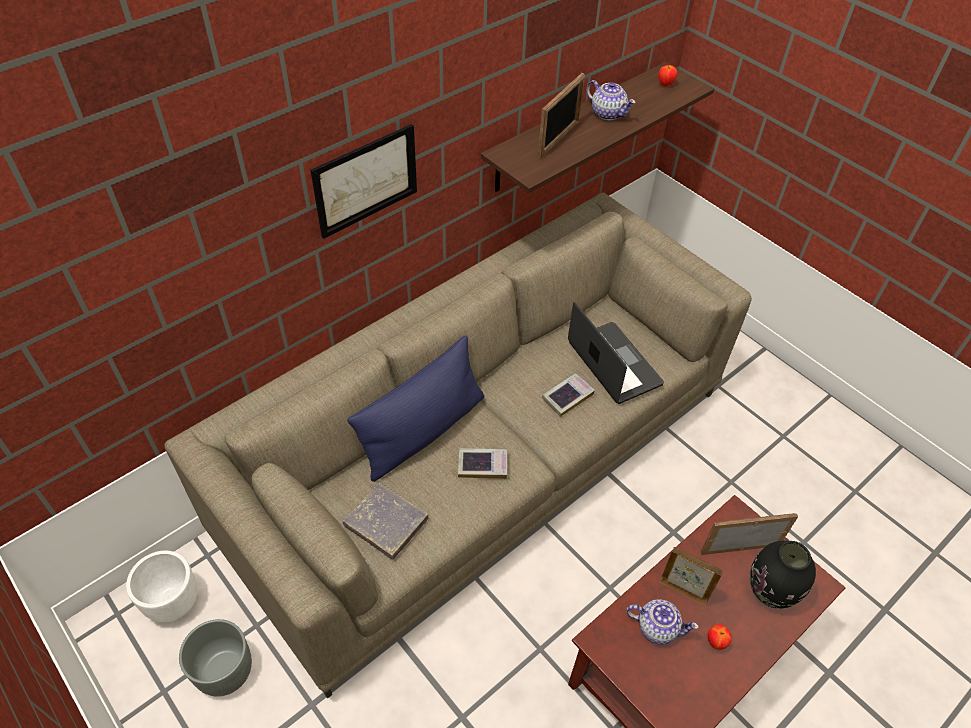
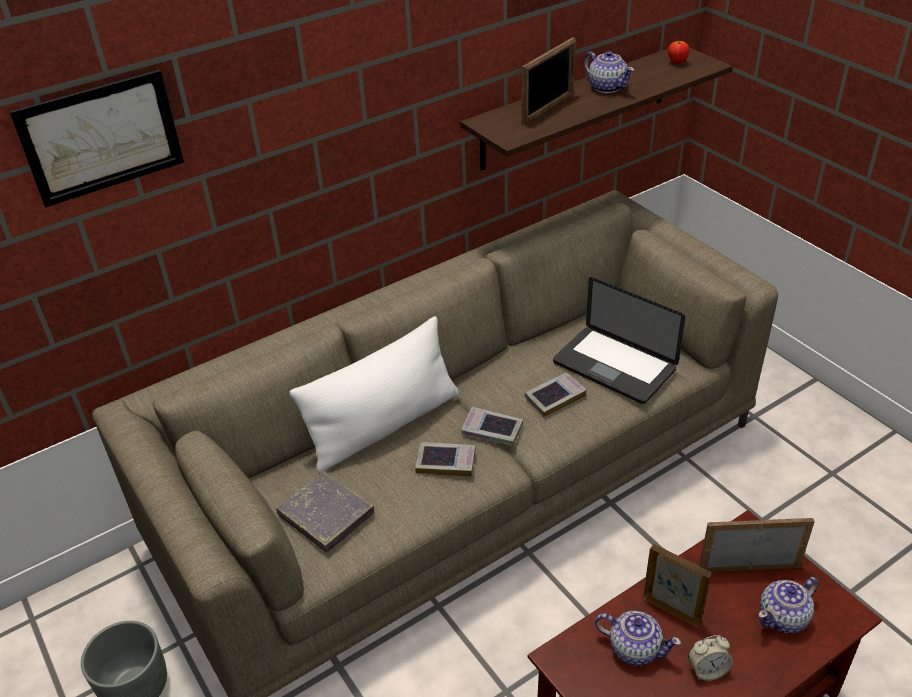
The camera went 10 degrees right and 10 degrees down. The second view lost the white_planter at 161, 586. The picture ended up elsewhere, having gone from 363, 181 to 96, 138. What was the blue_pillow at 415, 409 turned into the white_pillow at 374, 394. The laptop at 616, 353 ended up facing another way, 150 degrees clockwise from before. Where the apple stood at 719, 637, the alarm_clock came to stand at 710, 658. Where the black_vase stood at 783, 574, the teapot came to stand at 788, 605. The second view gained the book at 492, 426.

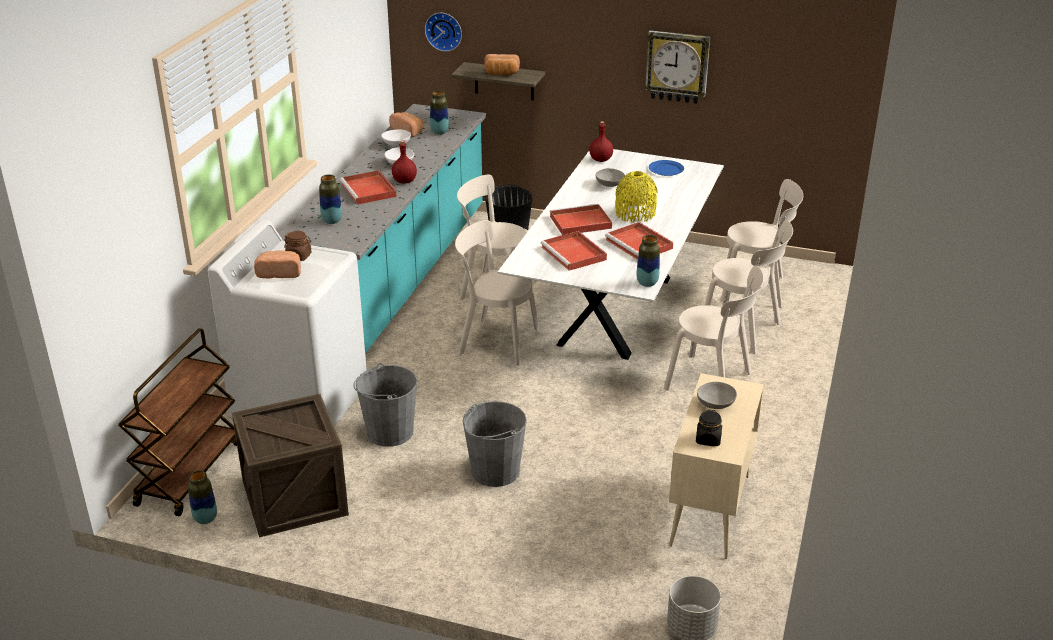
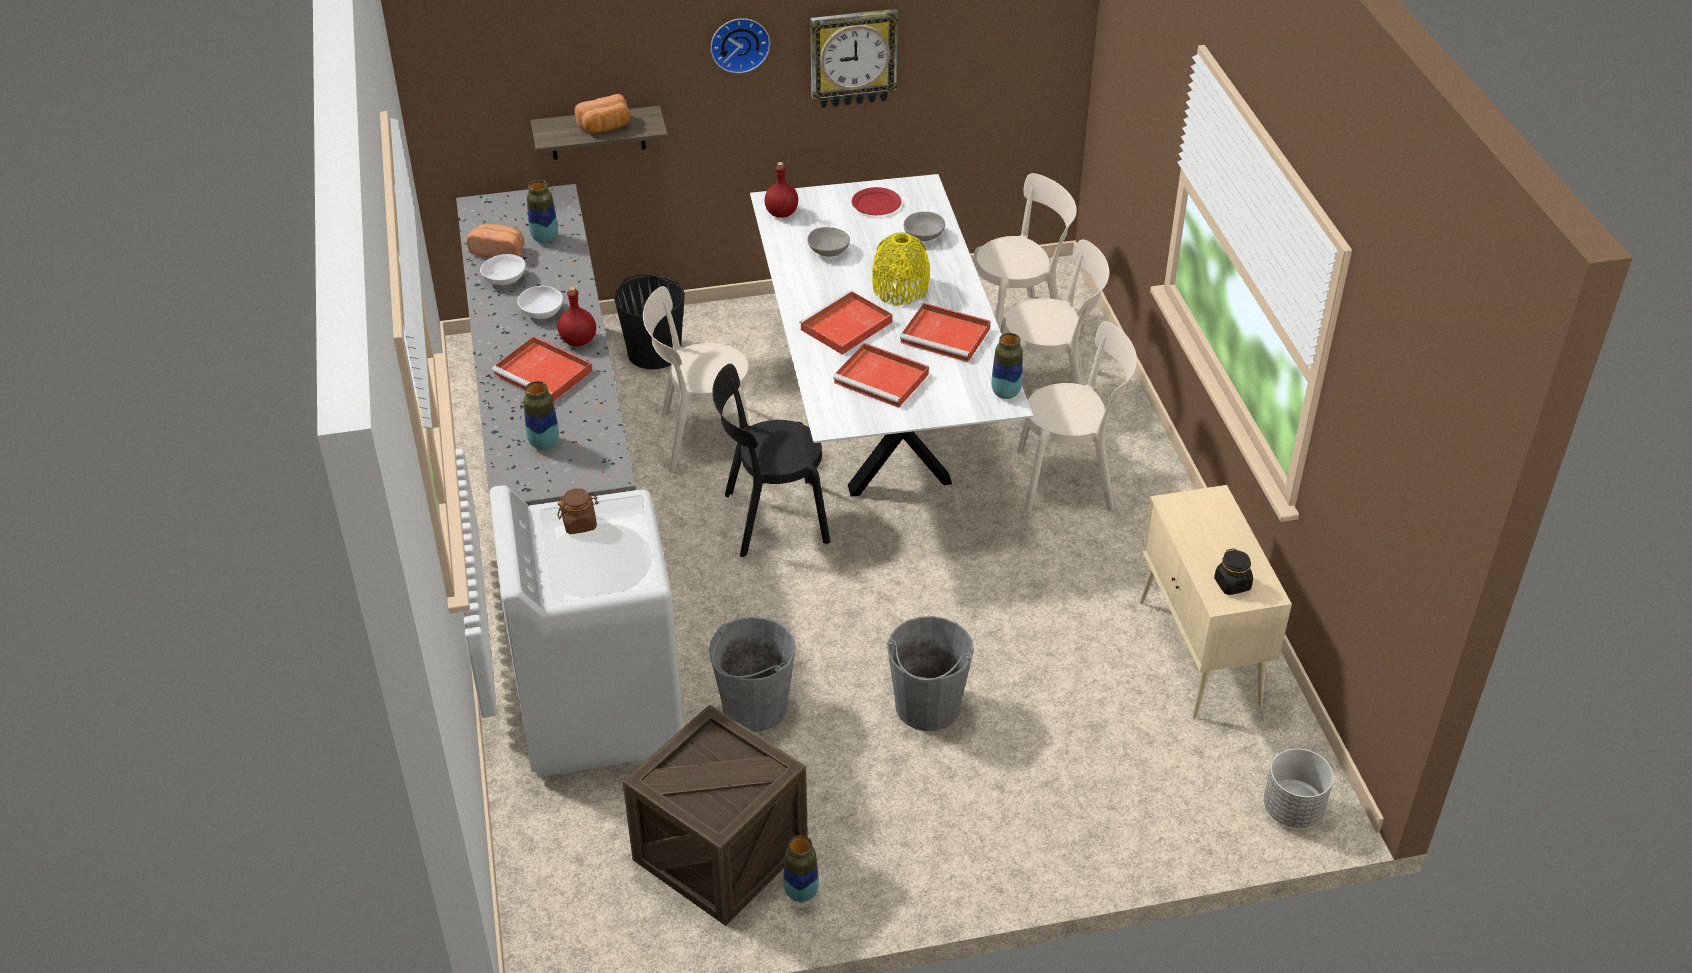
The camera went 30 degrees left and 10 degrees up. The second view lost the brown_cart at 177, 422. The vase ended up elsewhere, having gone from 202, 497 to 801, 868. The second view lost the bread at 277, 264. The wall_clock ended up elsewhere, having gone from 443, 32 to 740, 45. What was the beige_chair at 497, 292 turned into the black_chair at 771, 460. What was the blue_plate at 666, 168 turned into the red_plate at 876, 201. The grey_bowl ended up elsewhere, having gone from 717, 395 to 924, 226.

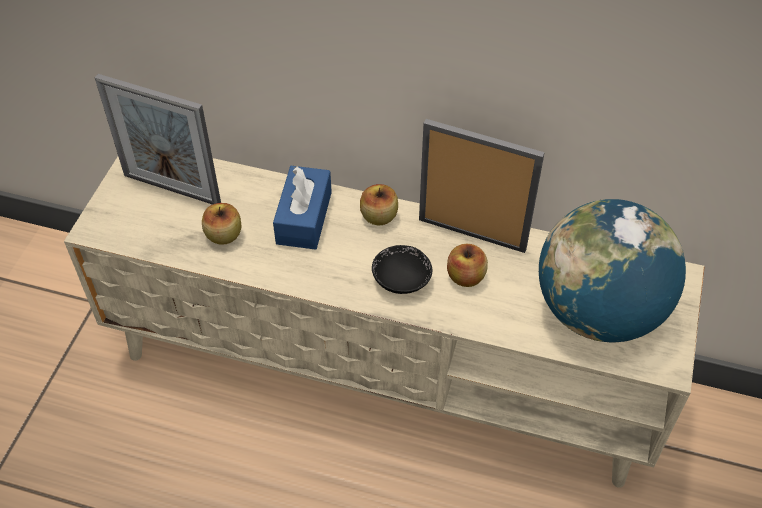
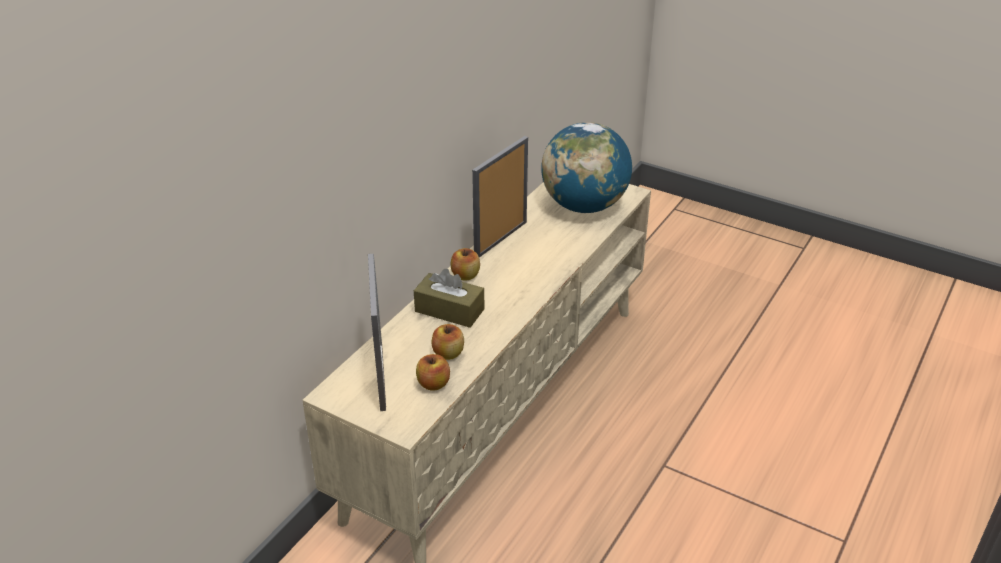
The camera went 75 degrees left and 15 degrees down. The picture_frame at 158, 139 ended up facing another way, 45 degrees counterclockwise from before. What was the blue_tissue_box at 302, 208 turned into the brown_tissue_box at 449, 298. The second view lost the black_bowl at 402, 269. The apple ended up elsewhere, having gone from 467, 265 to 433, 372.

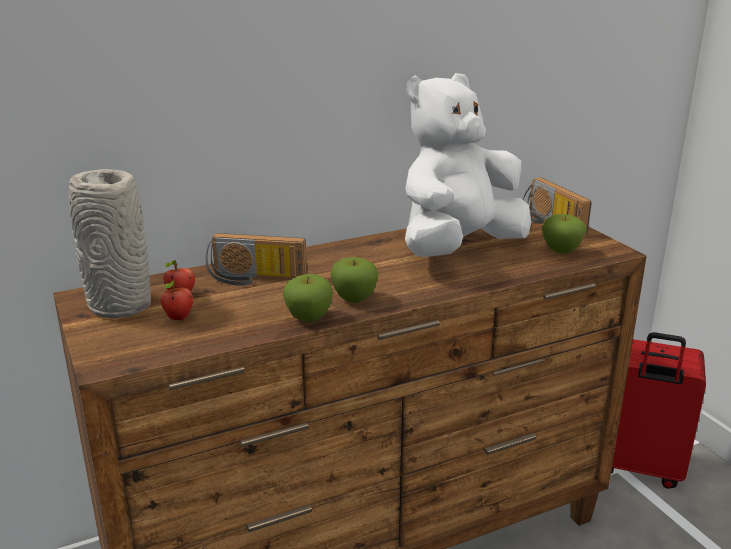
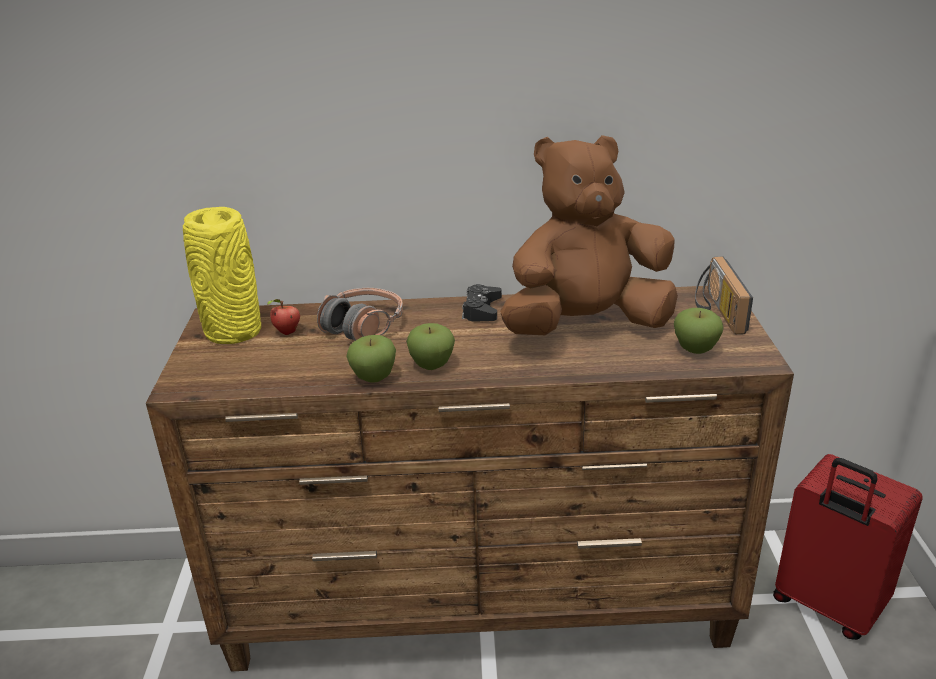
The camera went 25 degrees right and 5 degrees up. What was the grey_vase at 110, 243 turned into the yellow_vase at 222, 275. The second view lost the apple at 176, 300. Where the radio stood at 256, 259, the headphones came to stand at 360, 314. What was the white_plush_toy at 468, 165 turned into the brown_plush_toy at 589, 235. The second view gained the black_game_controller at 482, 303.

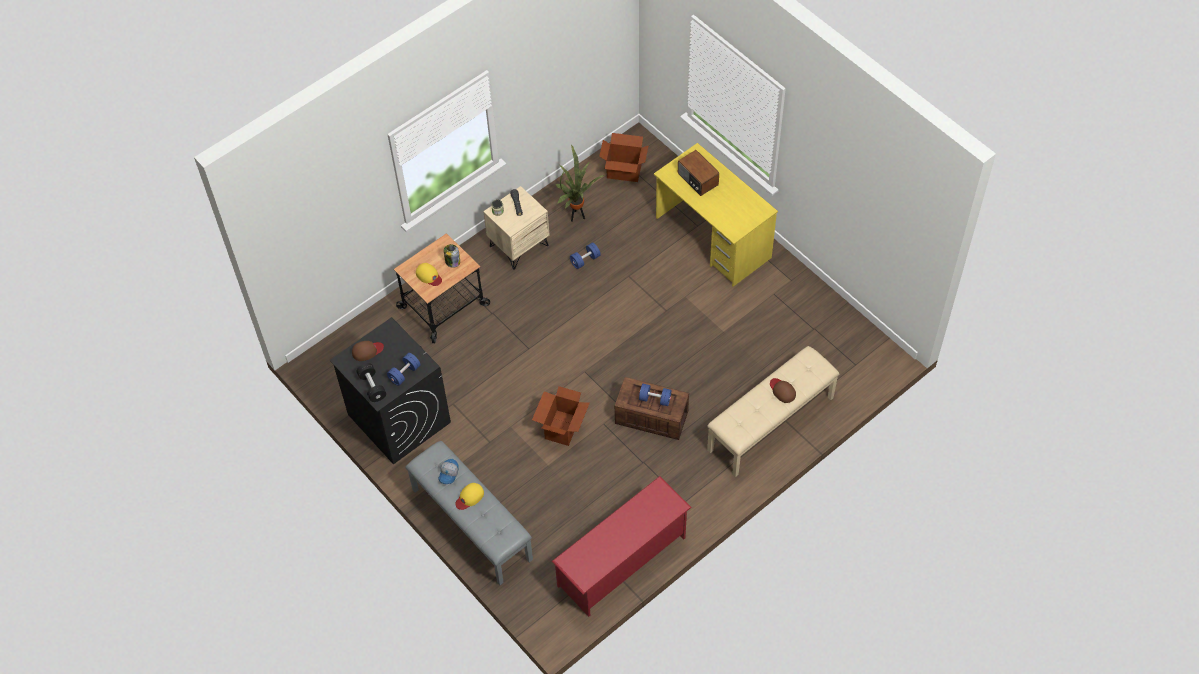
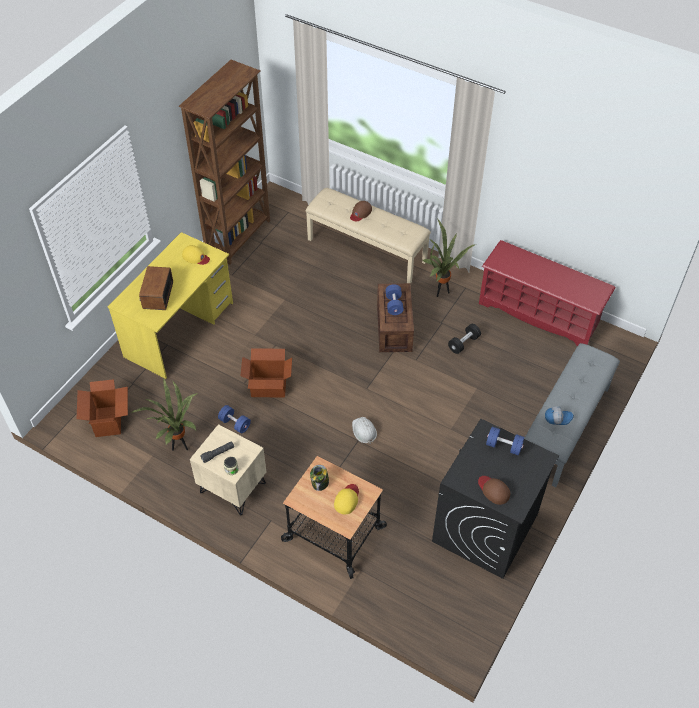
The camera went 110 degrees left and 5 degrees down. The black_dumbbell ended up elsewhere, having gone from 371, 382 to 464, 339. The yellow_cap ended up elsewhere, having gone from 469, 496 to 196, 255. The cardboard_box ended up elsewhere, having gone from 561, 416 to 266, 373. The radio at 698, 173 ended up facing another way, 150 degrees clockwise from before. The second view gained the brown_bookcase at 224, 162. The second view gained the white_hard_hat at 364, 430. The second view gained the potted_plant at 450, 257.

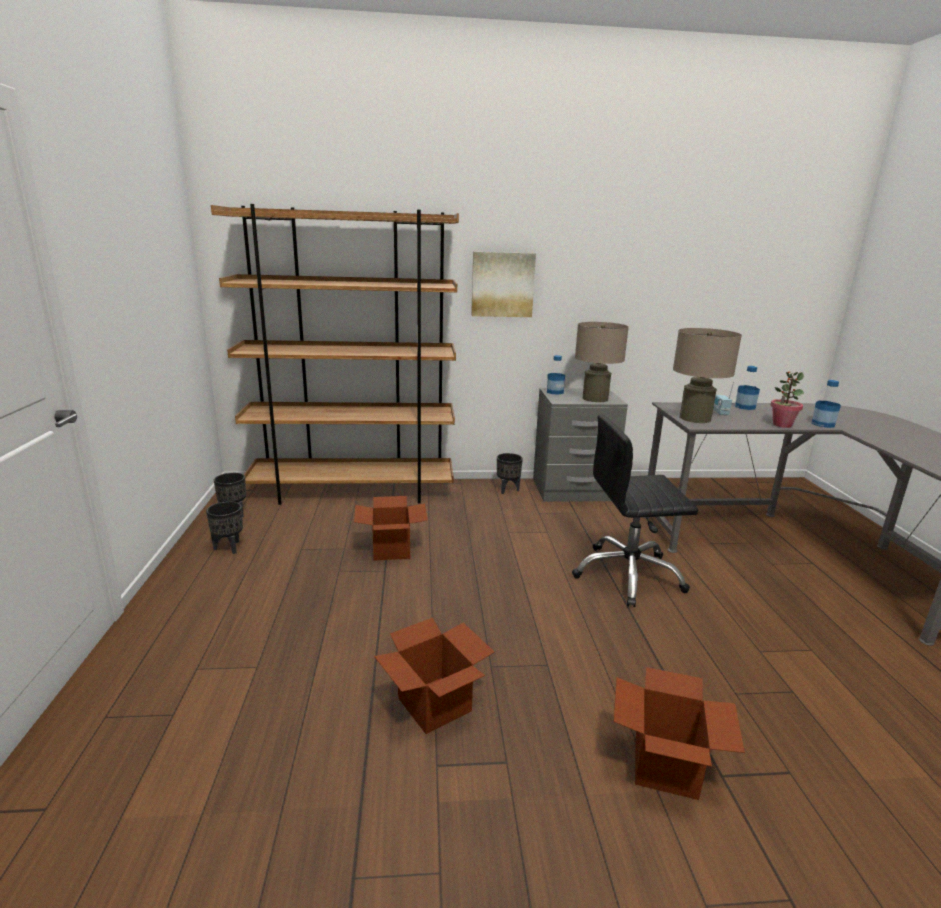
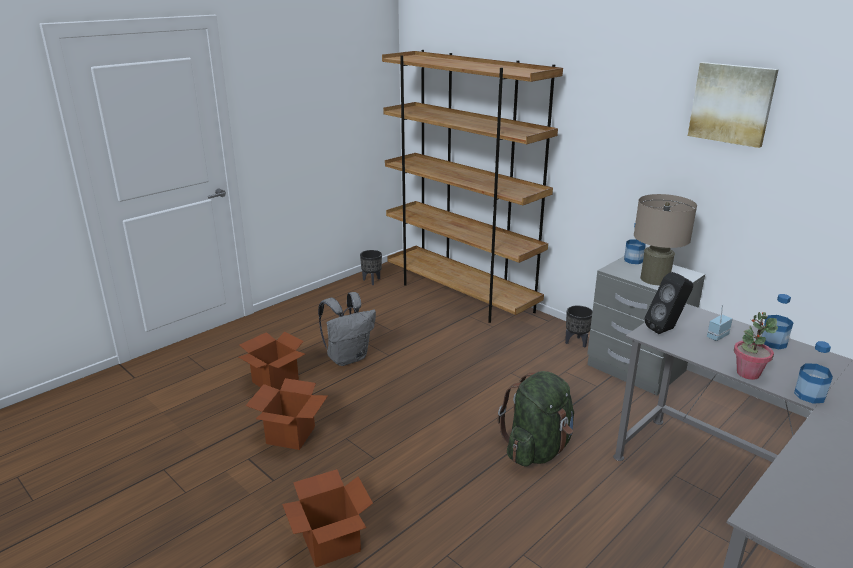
The camera went 50 degrees right and 5 degrees up. The second view lost the black_planter at 224, 527. The cardboard_box ended up elsewhere, having gone from 391, 528 to 272, 360. The picture ended up elsewhere, having gone from 503, 284 to 733, 105. Where the black_office_chair stood at 635, 510, the green_backpack came to stand at 535, 418. Where the beige_table_lamp stood at 707, 375, the black_speaker came to stand at 669, 303. The second view gained the grey_backpack at 347, 329.

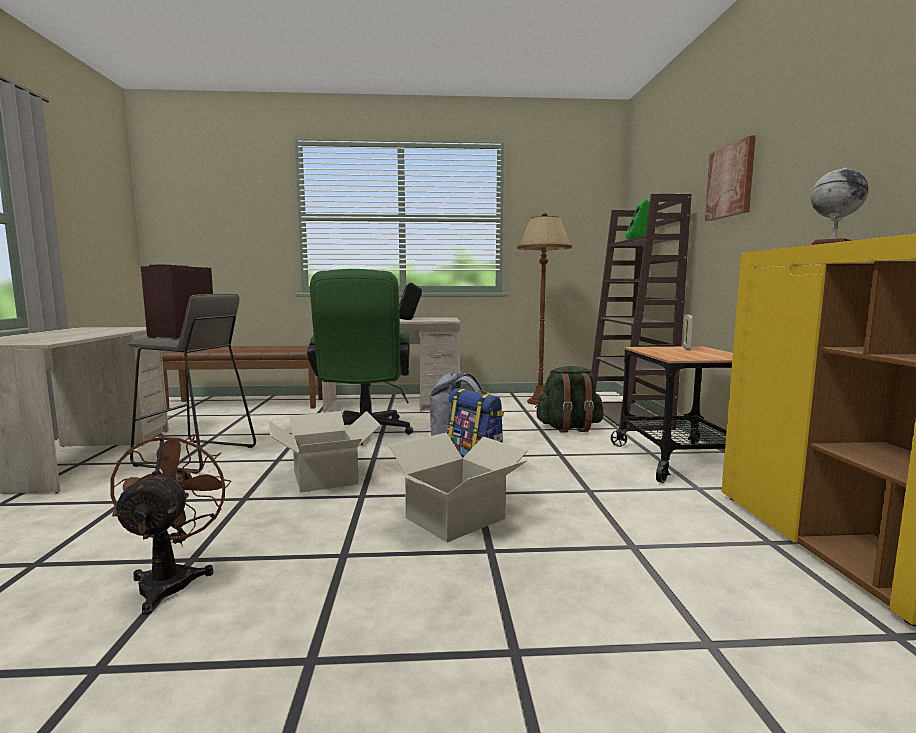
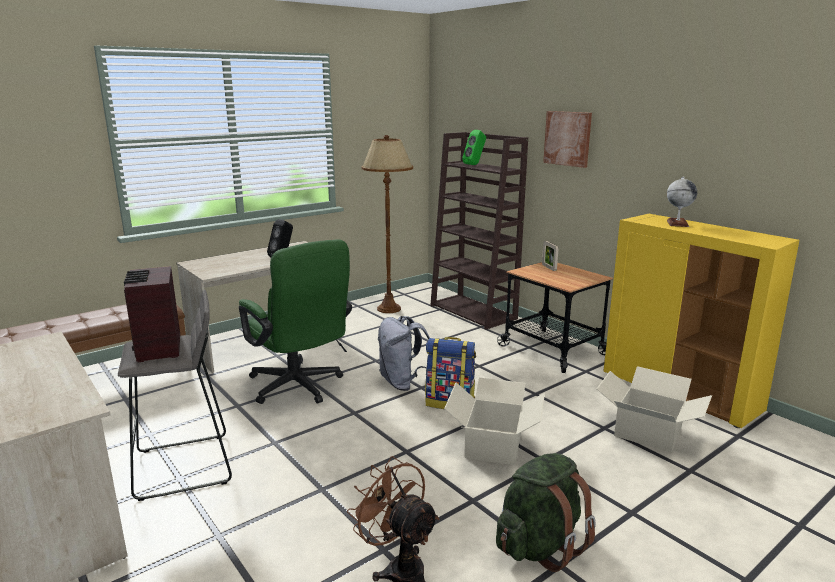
The camera went 35 degrees left and 10 degrees up. The cardboard_box ended up elsewhere, having gone from 324, 452 to 654, 409. The green_backpack ended up elsewhere, having gone from 569, 399 to 546, 512.

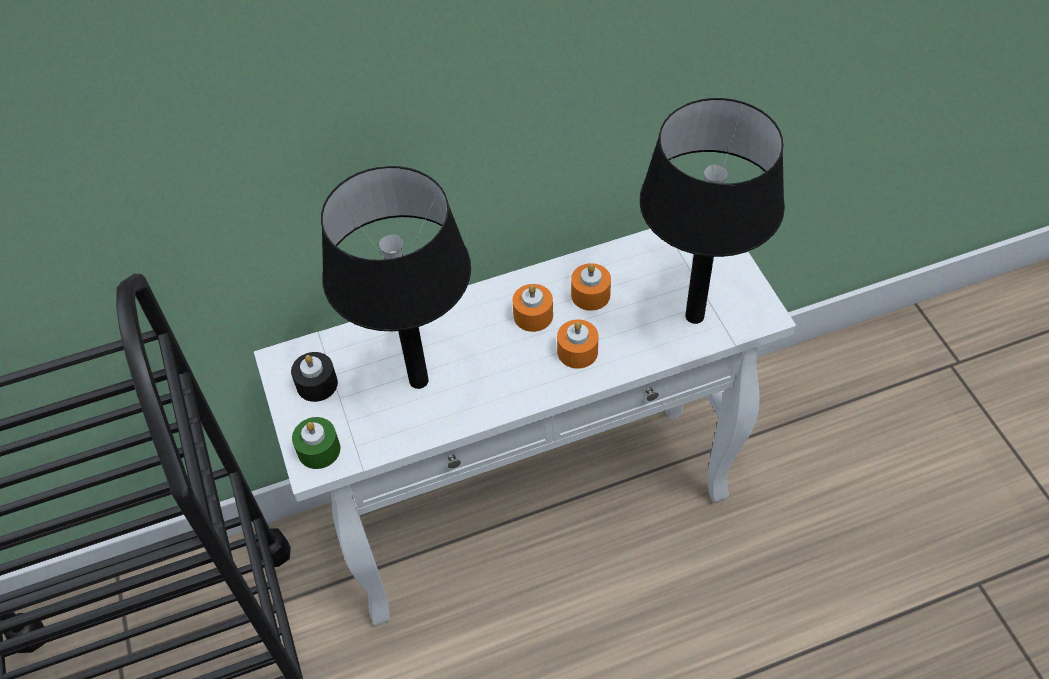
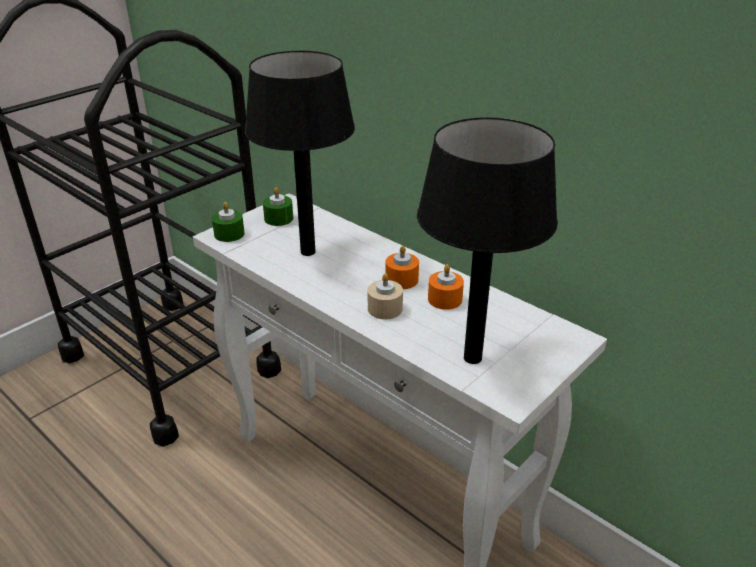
The camera went 60 degrees right and 20 degrees down. What was the black_candle at 314, 377 turned into the green_candle at 278, 206. What was the orange_candle at 578, 344 turned into the beige_candle at 385, 296.

